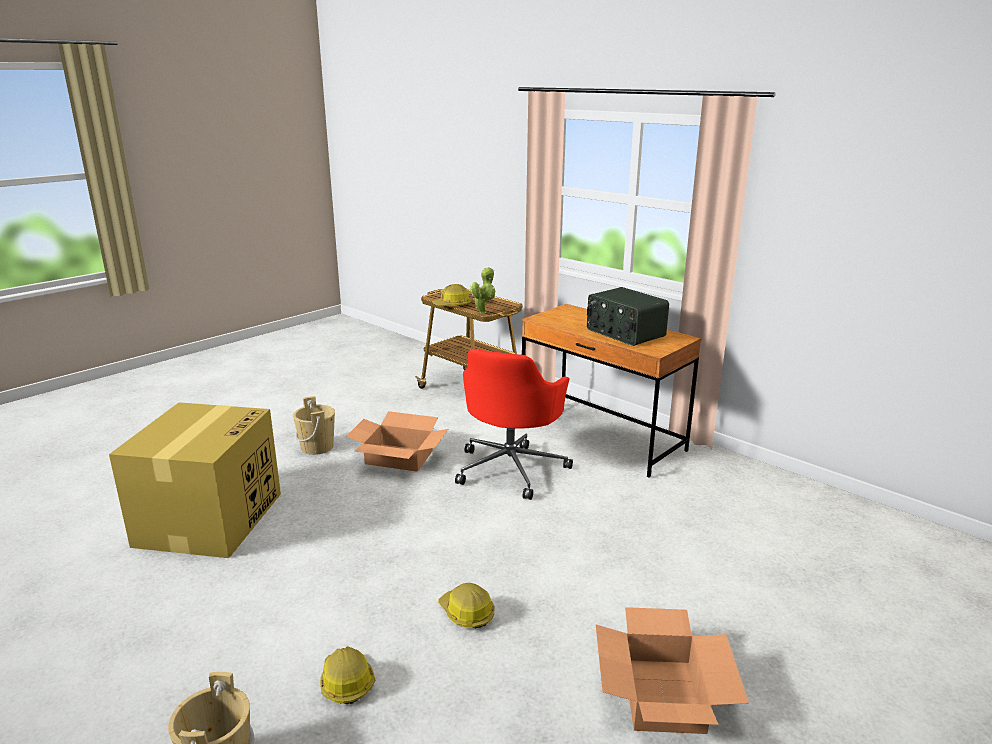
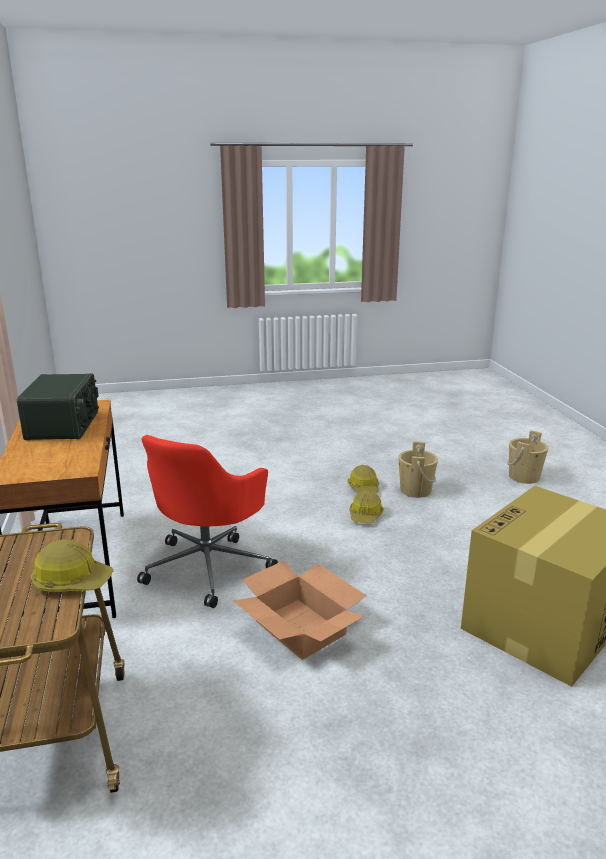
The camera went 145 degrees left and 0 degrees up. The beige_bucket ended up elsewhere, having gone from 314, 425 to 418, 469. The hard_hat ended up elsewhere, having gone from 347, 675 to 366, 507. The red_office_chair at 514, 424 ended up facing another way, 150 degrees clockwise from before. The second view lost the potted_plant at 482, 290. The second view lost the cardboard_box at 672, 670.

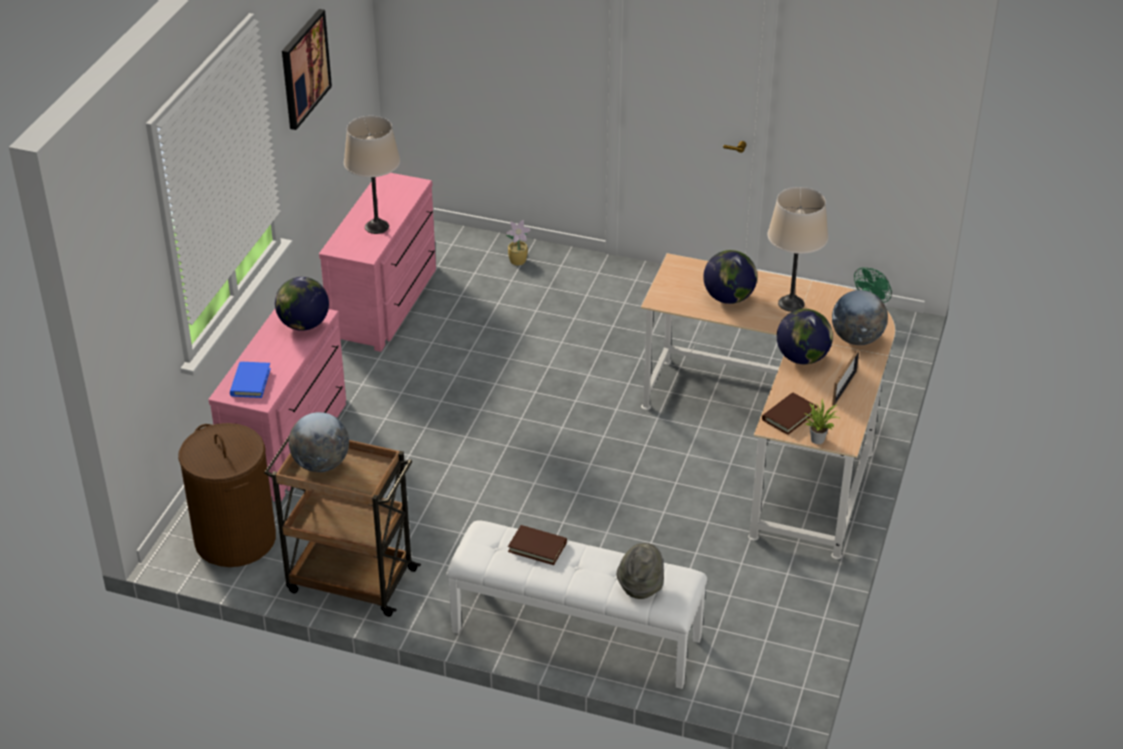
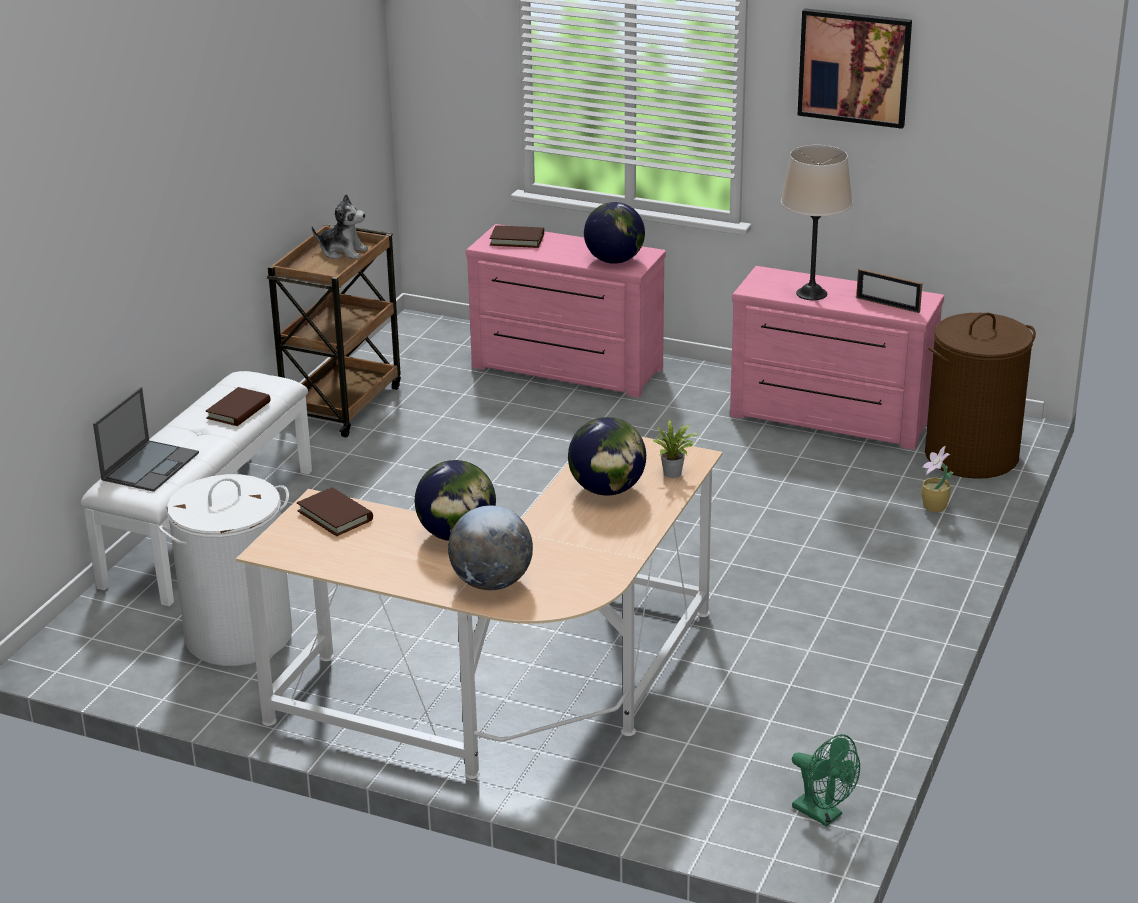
The camera went 95 degrees right and 10 degrees down. The brown_laundry_basket ended up elsewhere, having gone from 227, 495 to 980, 396. What was the blue_book at 250, 380 turned into the brown_book at 517, 236. Where the globe stood at 319, 442, the plush_toy came to stand at 340, 226. Where the grey_hat stood at 640, 571, the laptop came to stand at 146, 439. The second view lost the beige_table_lamp at 797, 249. The potted_plant ended up elsewhere, having gone from 821, 421 to 675, 448. The picture_frame ended up elsewhere, having gone from 846, 378 to 889, 290. The second view gained the white_laundry_basket at 226, 570.

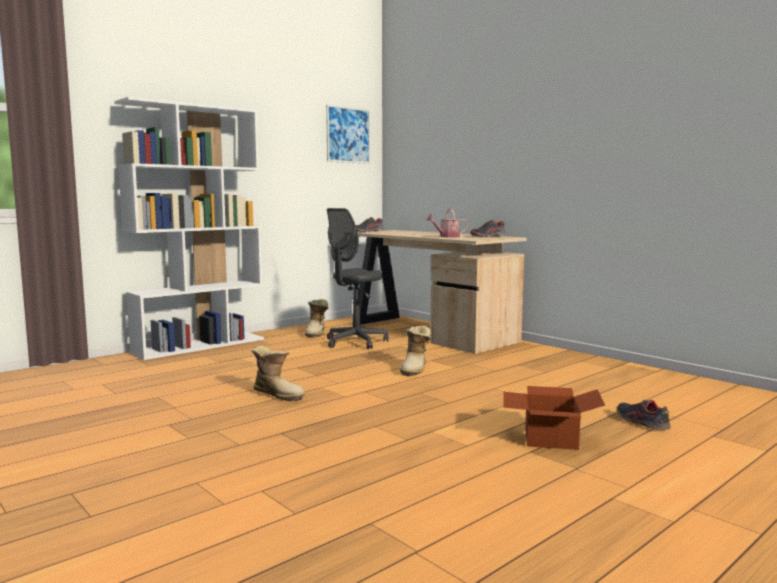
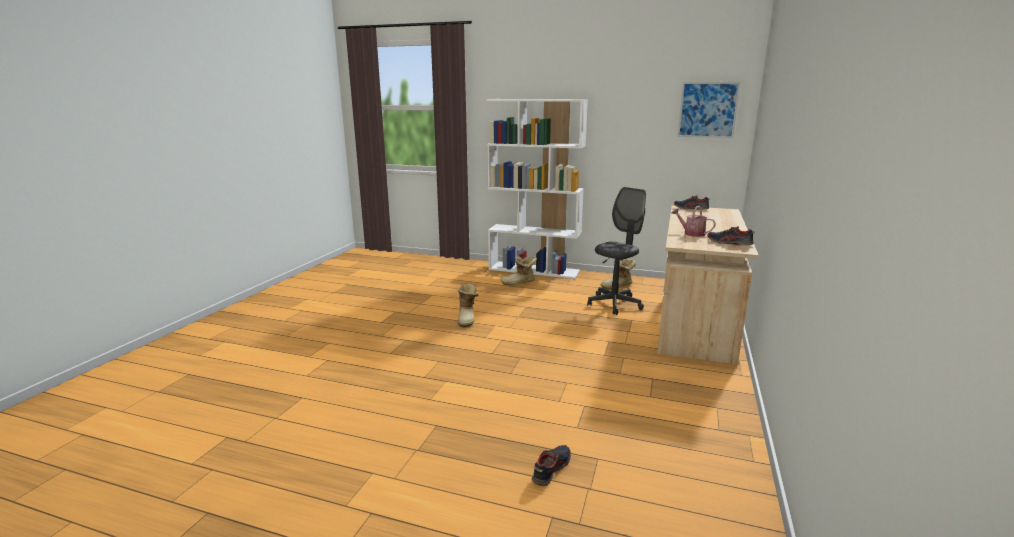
The camera went 60 degrees right and 10 degrees up. The grey_office_chair at 358, 278 ended up facing another way, 120 degrees clockwise from before. The boot ended up elsewhere, having gone from 416, 351 to 519, 270. The second view lost the cardboard_box at 554, 418.

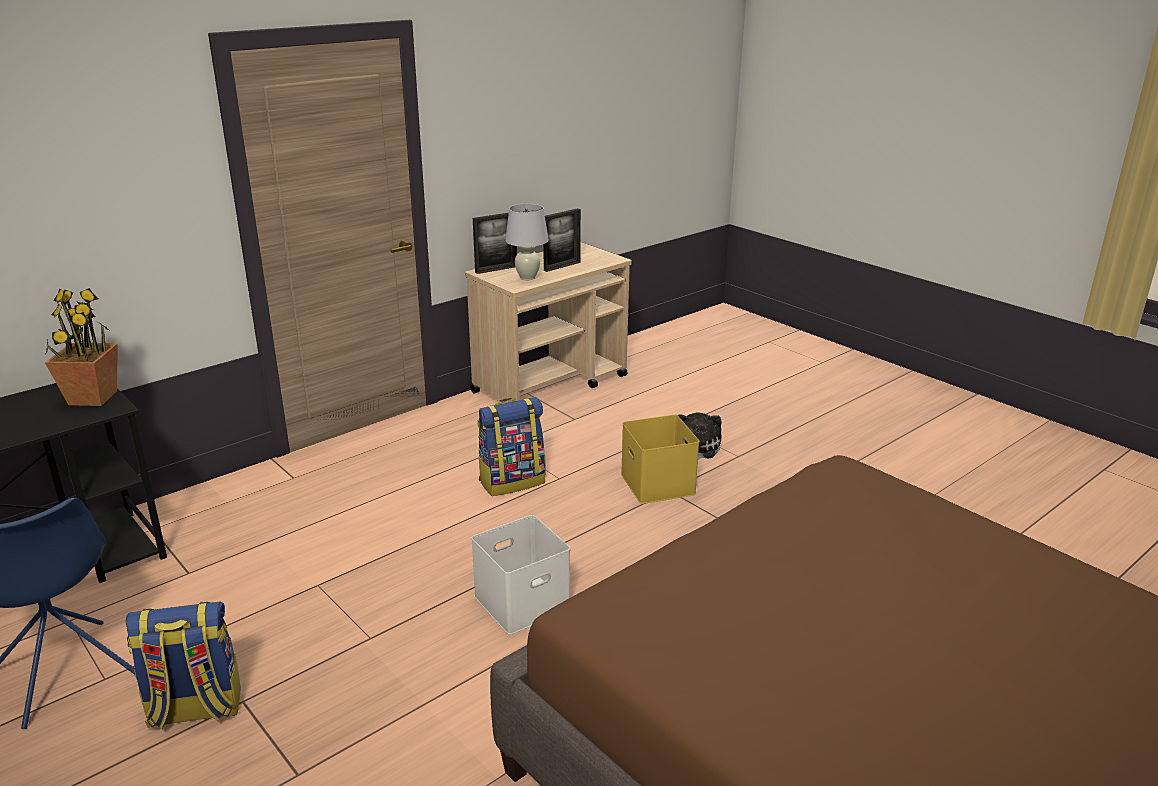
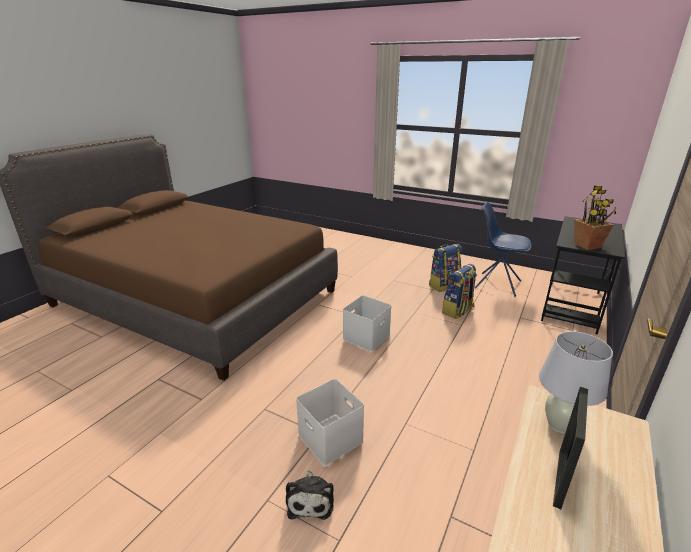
The camera went 160 degrees right and 0 degrees up. The second view lost the picture_frame at 495, 243. The backpack ended up elsewhere, having gone from 511, 446 to 459, 291. What was the yellow_storage_box at 660, 459 turned into the white_storage_box at 330, 422.

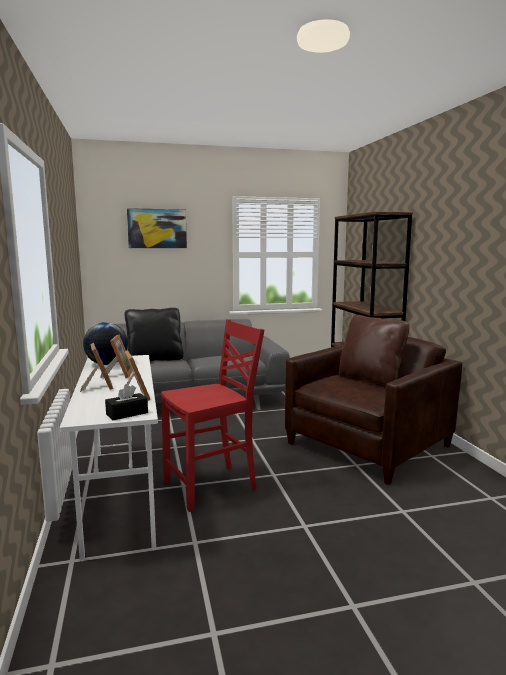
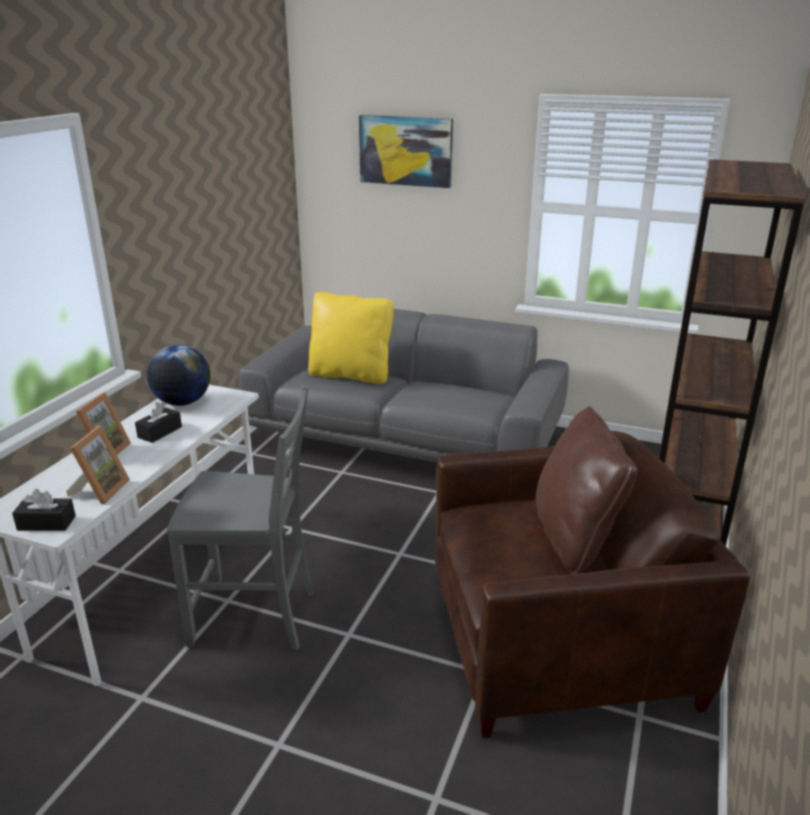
The camera went 35 degrees right and 15 degrees up. Where the picture_frame stood at 116, 356, the black_tissue_box came to stand at 158, 422. What was the black_pillow at 154, 334 turned into the yellow_pillow at 351, 338. What was the red_chair at 212, 415 turned into the grey_chair at 240, 518.

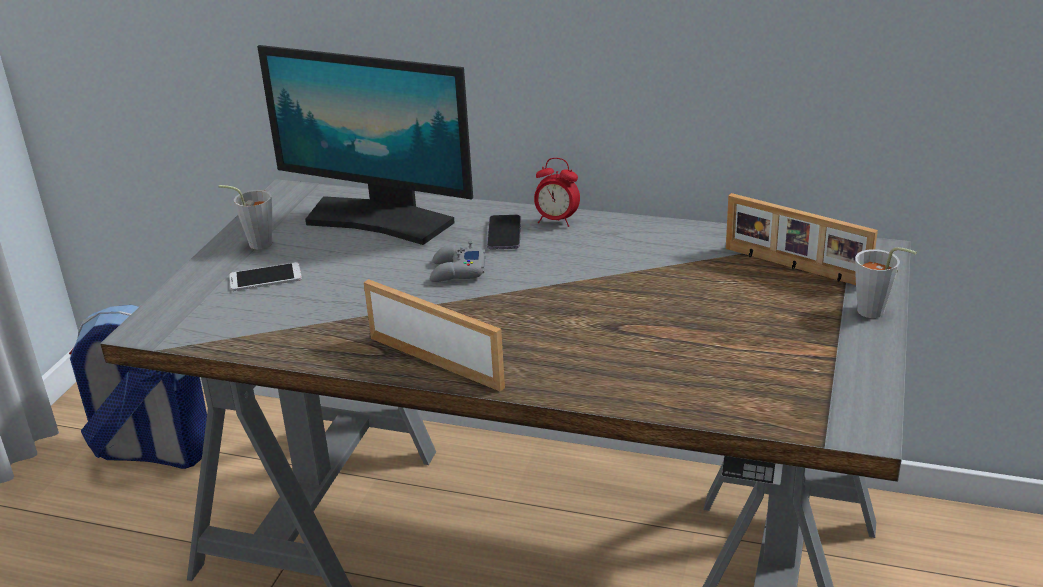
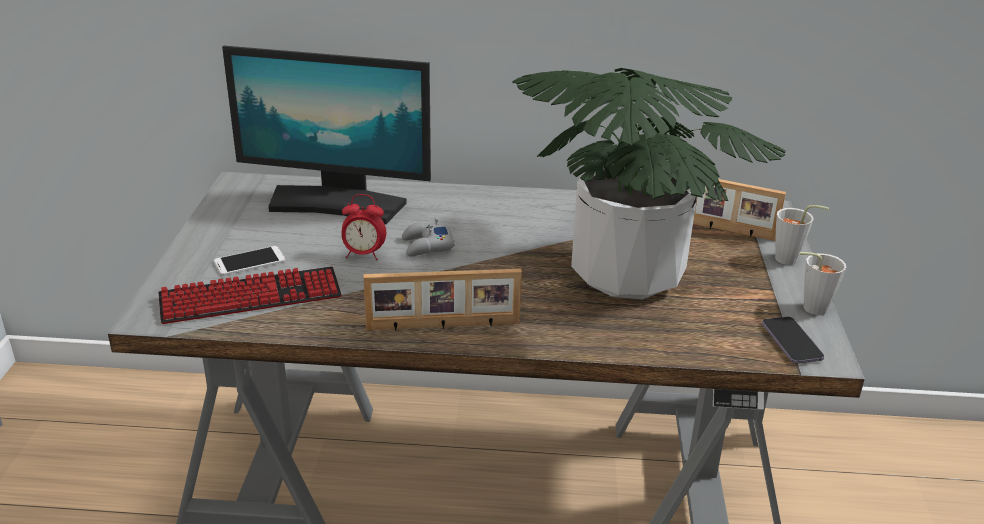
The camera went 15 degrees left and 0 degrees up. The second view lost the backpack at 138, 387. The grey_cup ended up elsewhere, having gone from 245, 217 to 822, 283. The picture_frame at 434, 335 ended up facing another way, 150 degrees clockwise from before. The phone ended up elsewhere, having gone from 504, 232 to 793, 340. The alarm_clock ended up elsewhere, having gone from 557, 192 to 363, 227. The second view gained the keyboard at 250, 295. The second view gained the potted_plant at 649, 183.

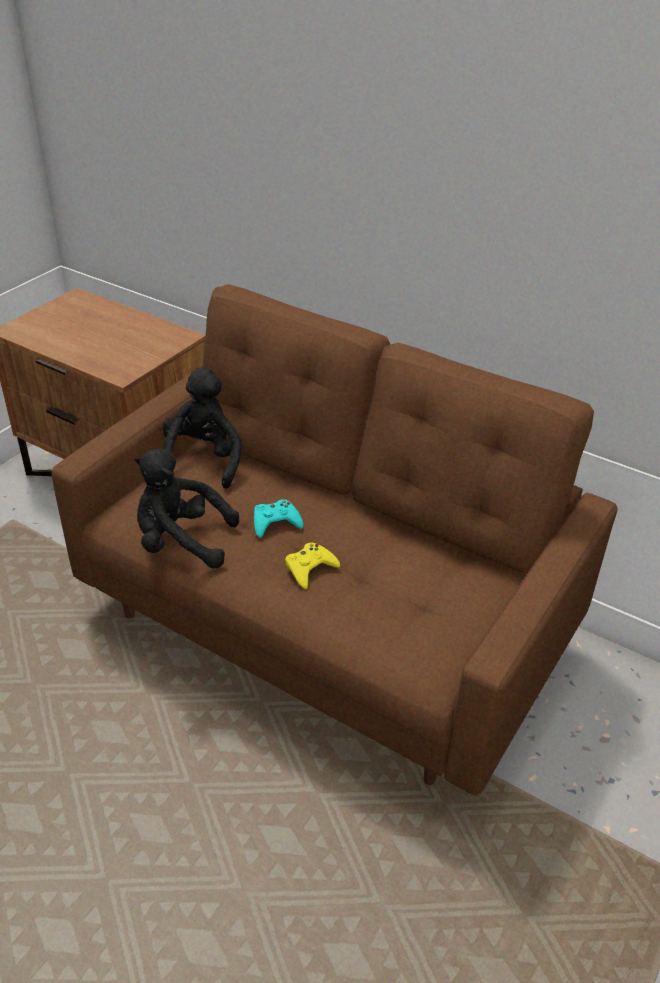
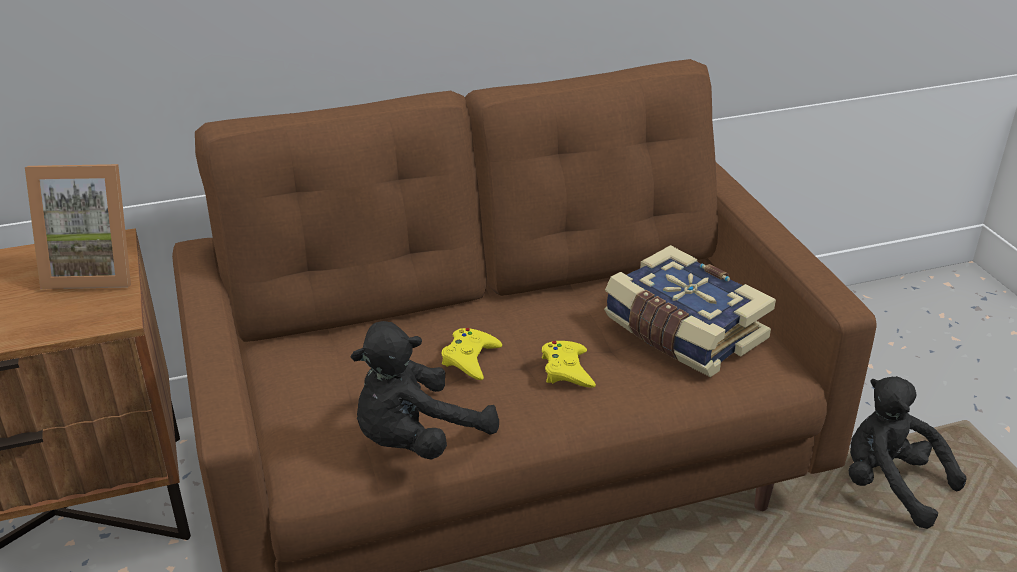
The camera went 50 degrees left and 5 degrees down. The black_plush_toy ended up elsewhere, having gone from 202, 428 to 908, 452. What was the turquoise_game_controller at 279, 519 turned into the yellow_game_controller at 472, 354. The second view gained the picture_frame at 78, 226. The second view gained the book at 690, 311.

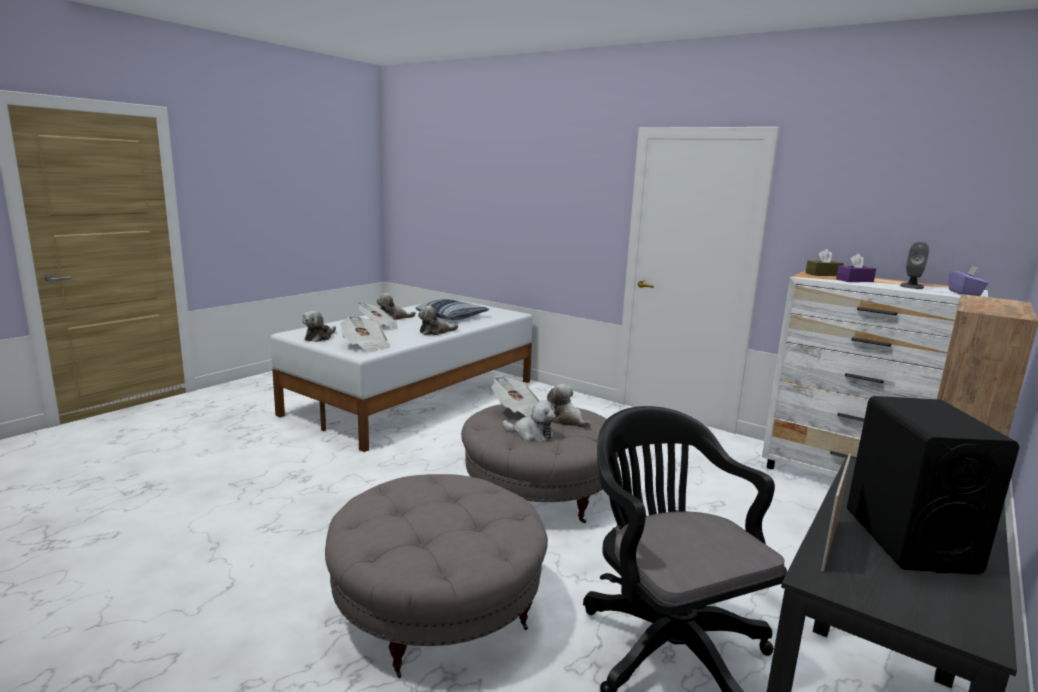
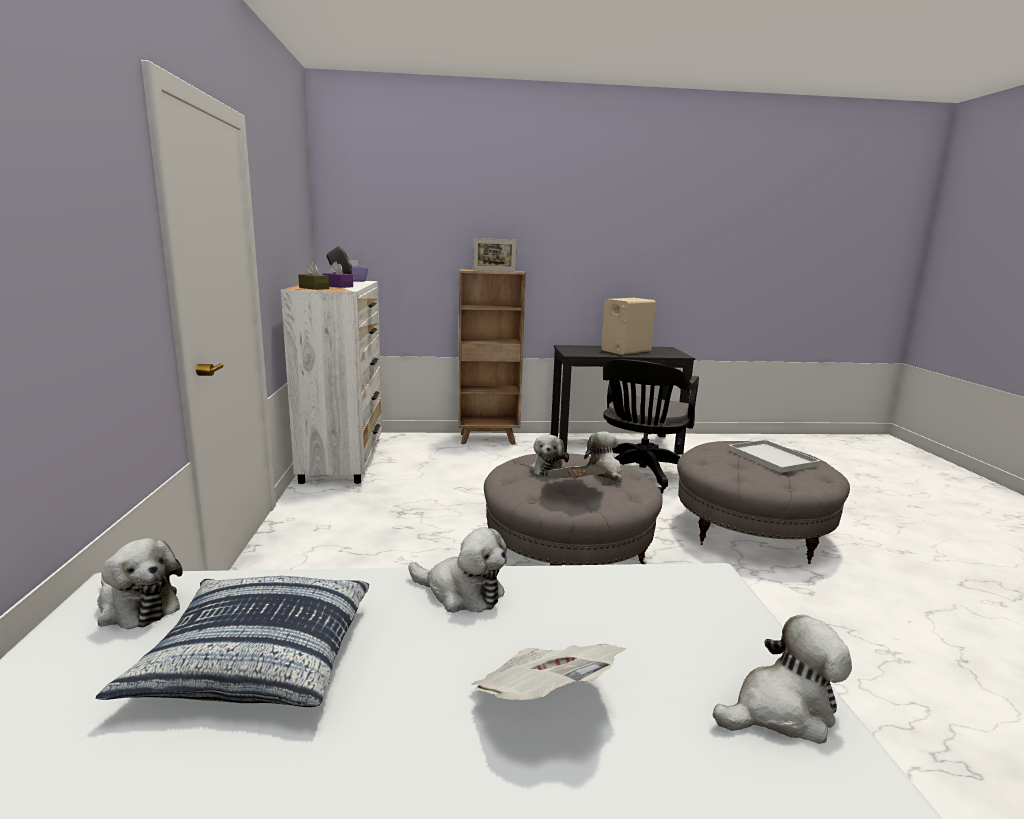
The camera went 130 degrees left and 0 degrees up. The second view lost the newspaper at 364, 334. The plush_toy ended up elsewhere, having gone from 396, 306 to 139, 583. The picture_frame ended up elsewhere, having gone from 836, 512 to 495, 255. What was the black_speaker at 933, 485 turned into the beige_speaker at 628, 326. The second view gained the white_tray at 774, 456.

